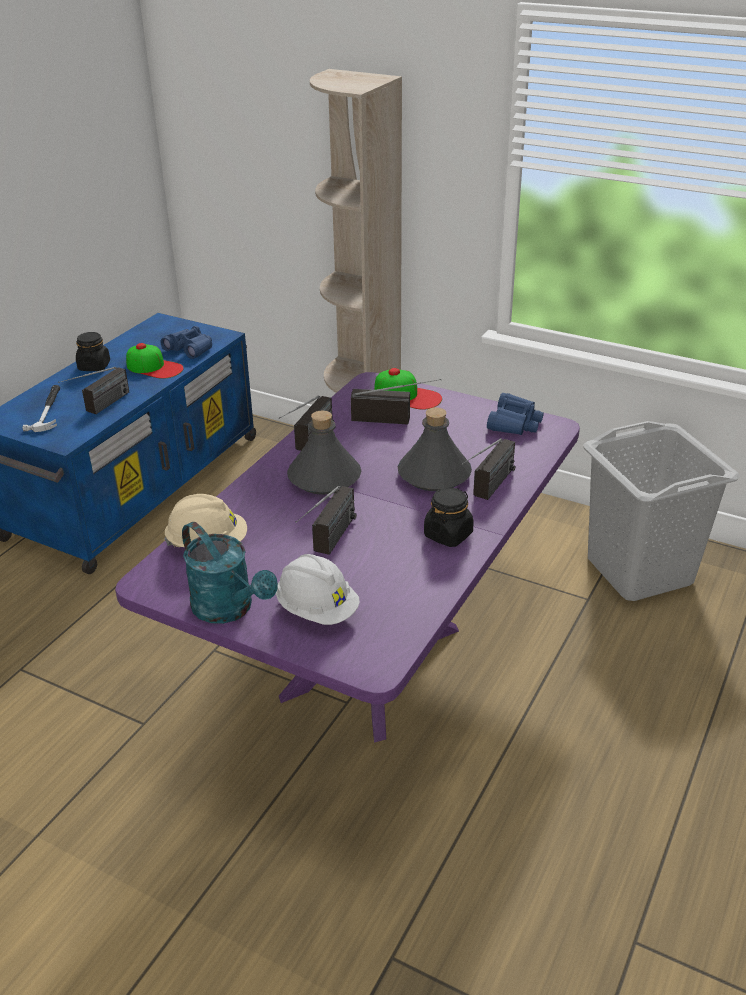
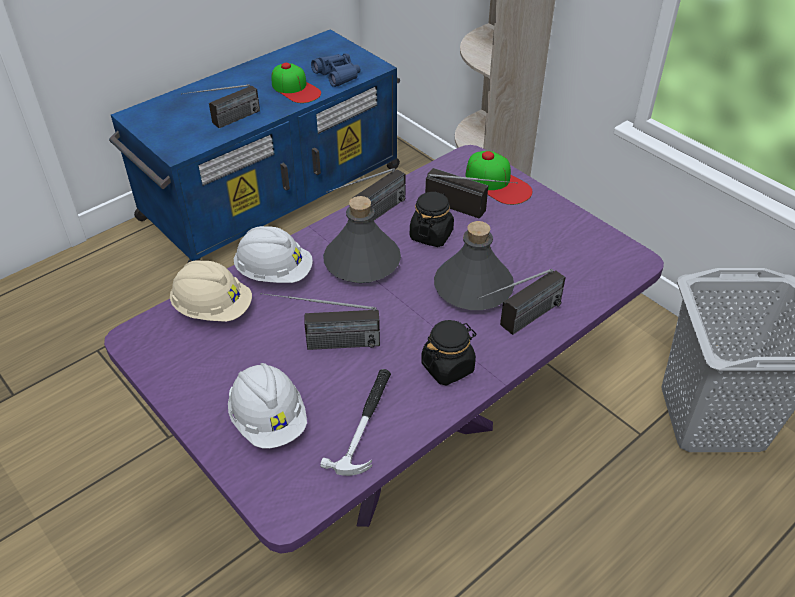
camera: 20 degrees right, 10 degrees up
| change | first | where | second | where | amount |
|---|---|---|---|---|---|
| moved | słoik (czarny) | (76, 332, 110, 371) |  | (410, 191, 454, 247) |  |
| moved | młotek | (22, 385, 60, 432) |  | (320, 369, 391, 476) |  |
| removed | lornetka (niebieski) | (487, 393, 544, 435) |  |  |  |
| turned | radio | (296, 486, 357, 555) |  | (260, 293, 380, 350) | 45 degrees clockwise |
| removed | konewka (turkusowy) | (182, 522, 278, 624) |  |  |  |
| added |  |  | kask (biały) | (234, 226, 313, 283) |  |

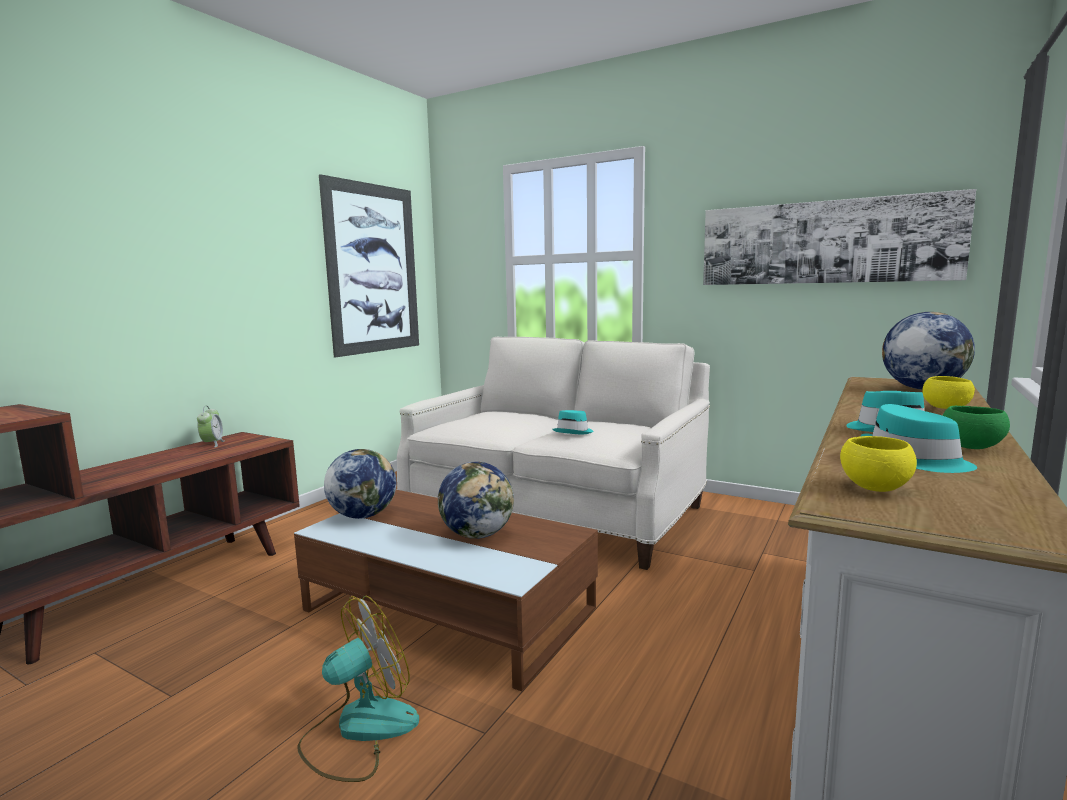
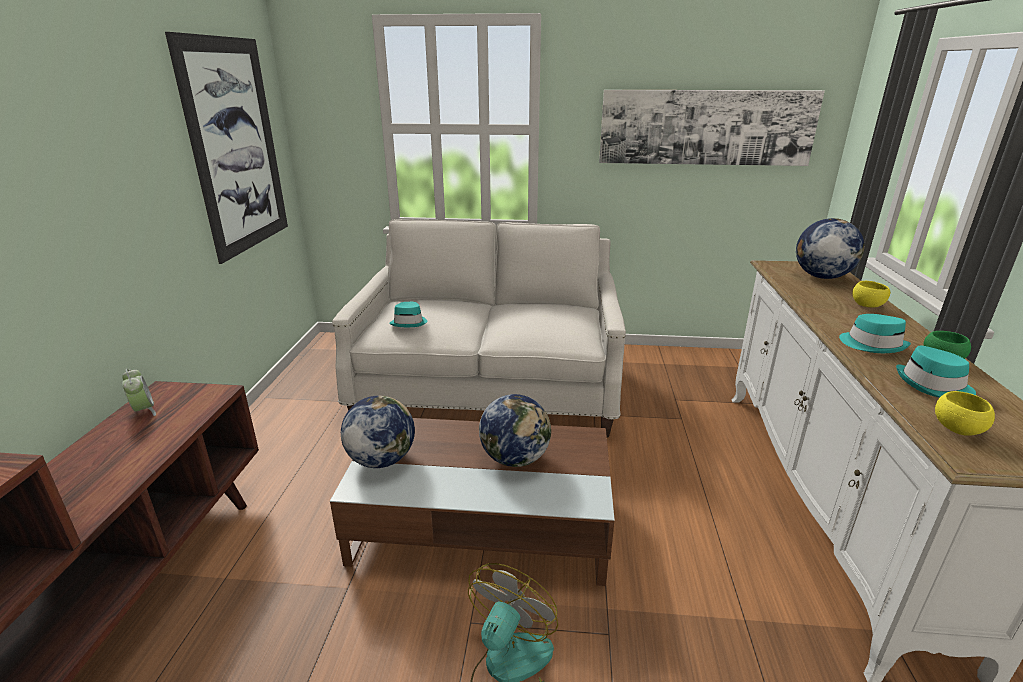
camera: 25 degrees left, 15 degrees up
| change | first | where | second | where | amount |
|---|---|---|---|---|---|
| moved | kapelusz (turkusowy) | (553, 410, 594, 434) |  | (390, 302, 427, 327) |  |

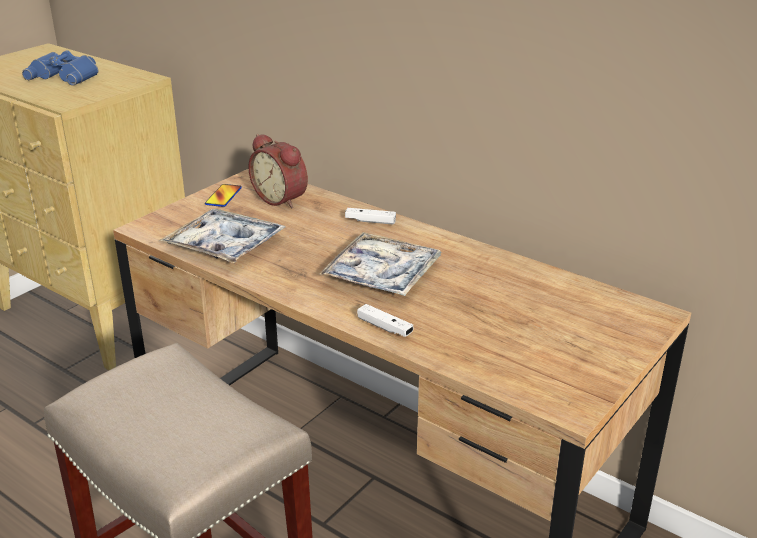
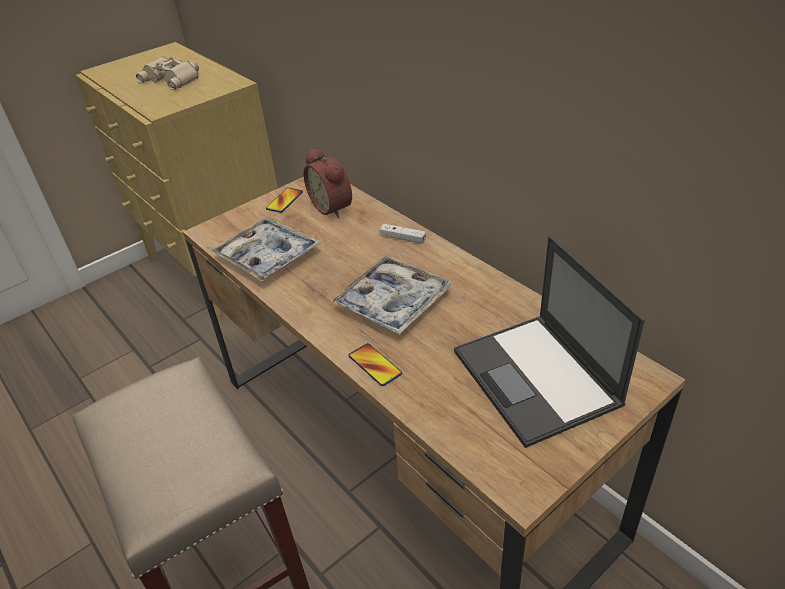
camera: 15 degrees right, 10 degrees up
| change | first | where | second | where | amount |
|---|---|---|---|---|---|
| recoloured | lornetka (niebieski) | (22, 50, 98, 86) | lornetka (beżowy) | (136, 56, 199, 90) |  |
| replaced | pad do gier (biały) | (357, 304, 413, 337) | telefon | (349, 343, 402, 386) |  |
| added |  |  | laptop | (454, 236, 645, 448) |  |

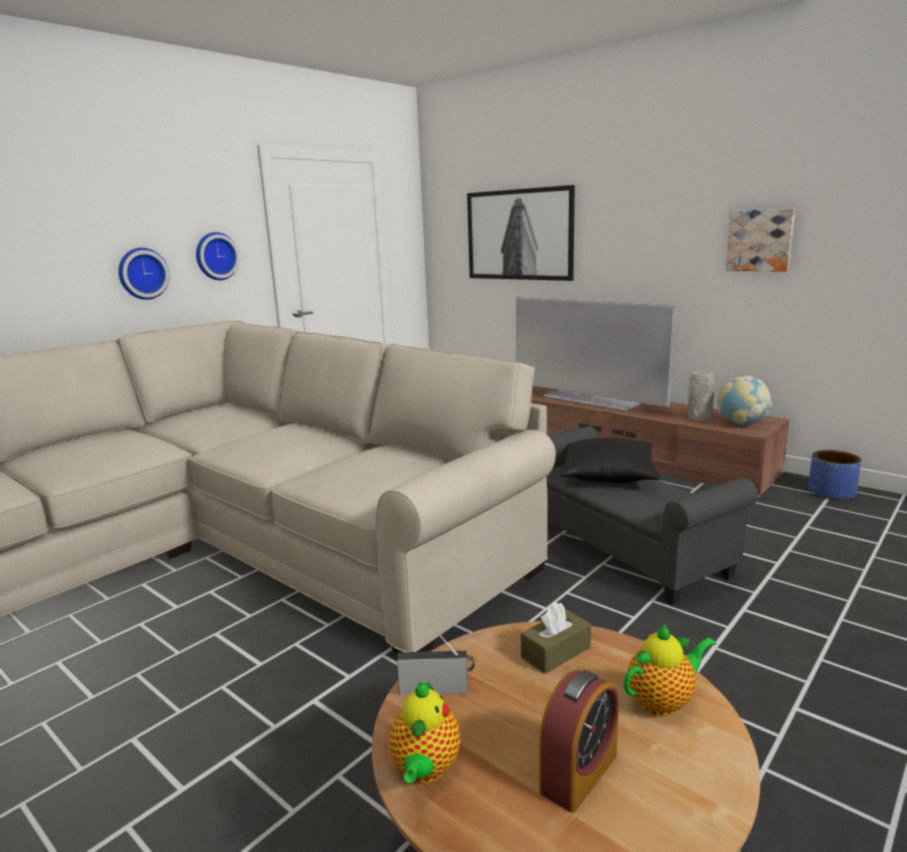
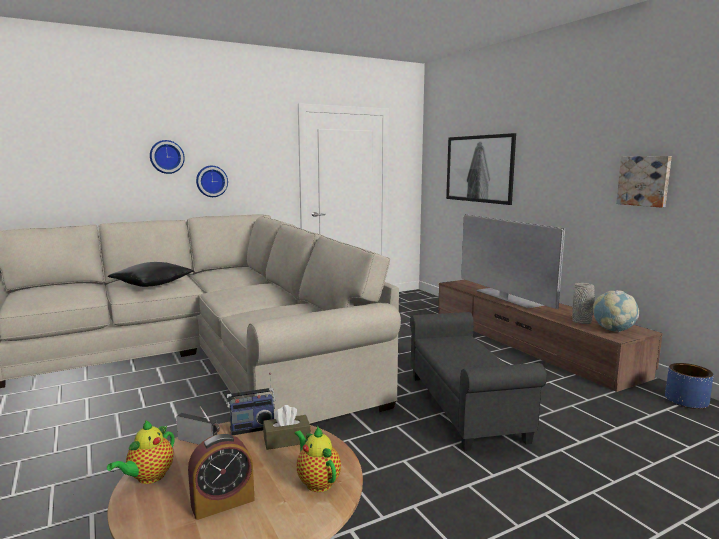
camera: 20 degrees right, 5 degrees down
| change | first | where | second | where | amount |
|---|---|---|---|---|---|
| moved | zegar ścienny | (196, 232, 239, 280) |  | (150, 140, 185, 174) |  |
| moved | poduszka (czarny) | (560, 438, 661, 483) |  | (108, 262, 194, 287) |  |
| turned | imbryk | (624, 624, 716, 716) |  | (294, 425, 341, 492) | 120 degrees counterclockwise |
| added |  |  | radio | (227, 373, 275, 435) |  |

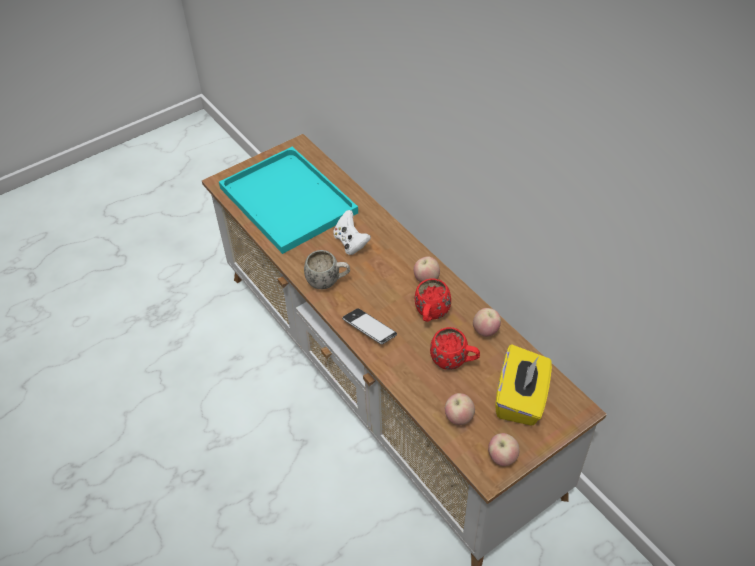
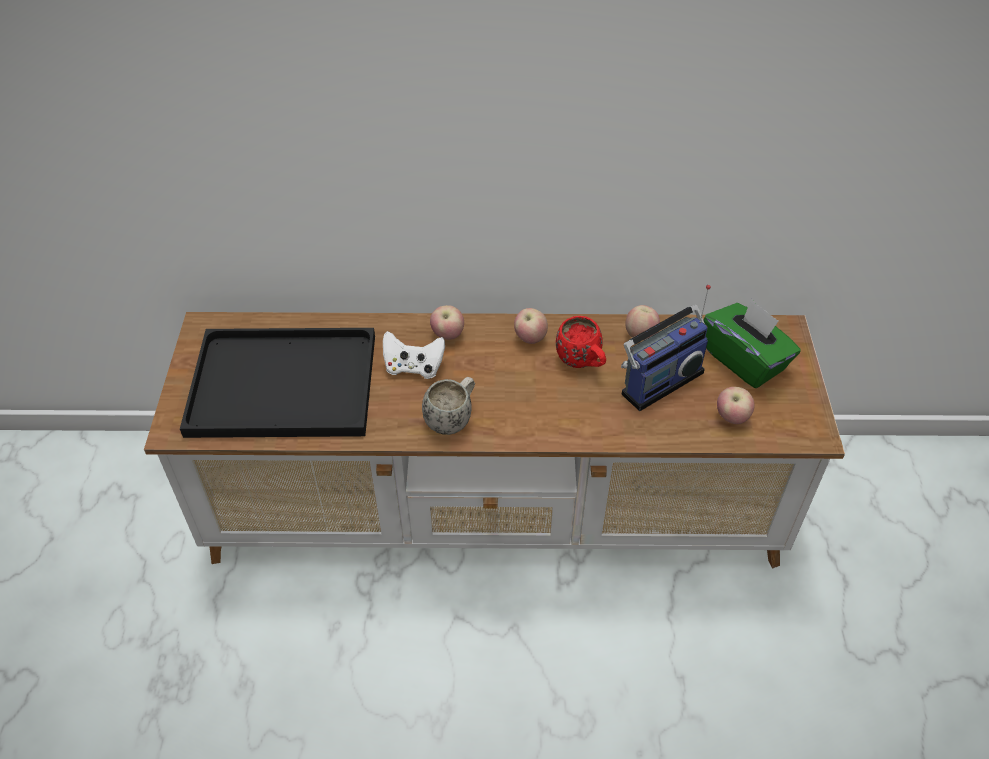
camera: 55 degrees left, 0 degrees up
| change | first | where | second | where | amount |
|---|---|---|---|---|---|
| recoloured | taca (turkusowy) | (219, 147, 358, 254) | taca (czarny) | (180, 328, 375, 438) |  |
| removed | telefon | (342, 308, 397, 344) |  |  |  |
| replaced | kubek (czerwony) | (430, 327, 480, 370) | radio | (621, 285, 711, 411) |  |
| recoloured | pudełko chusteczek (żółty) | (495, 344, 552, 426) | pudełko chusteczek (zielony) | (703, 299, 800, 388) |  |
| moved | jabłko | (488, 433, 520, 466) |  | (430, 305, 464, 340) |  |

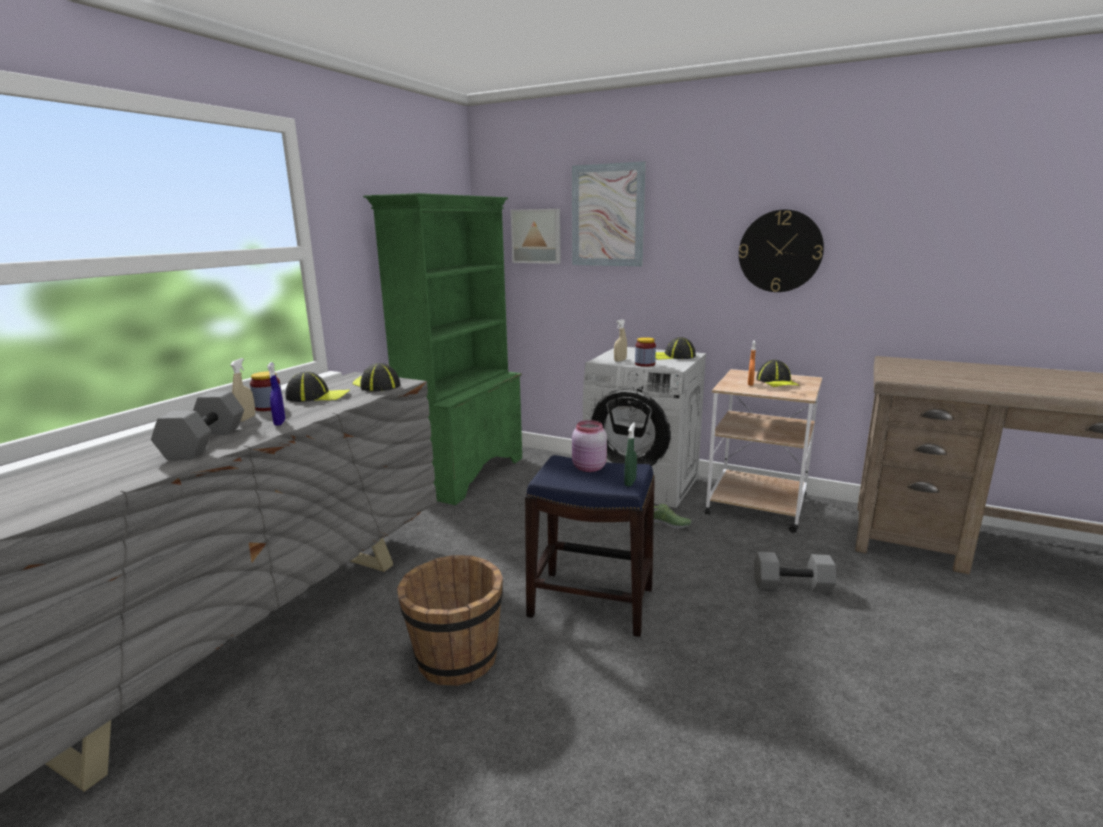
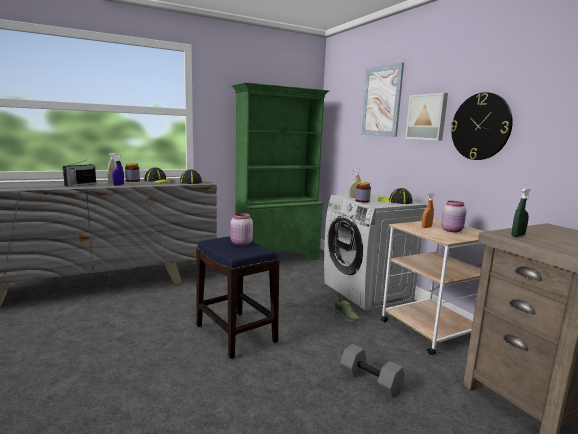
camera: 35 degrees right, 5 degrees down
| change | first | where | second | where | amount |
|---|---|---|---|---|---|
| moved | obraz | (511, 209, 561, 264) |  | (405, 93, 448, 141) |  |
| replaced | czapka z daszkiem | (756, 360, 800, 387) | słoik (różowy) | (441, 201, 466, 232) |  |
| replaced | hantel (szary) | (151, 391, 244, 460) | radio | (62, 160, 96, 187) |  |
| moved | spryskiwacz (zielony) | (624, 422, 637, 487) |  | (512, 188, 531, 237) |  |
| removed | wiadro (brązowy) | (397, 555, 503, 686) |  |  |  |

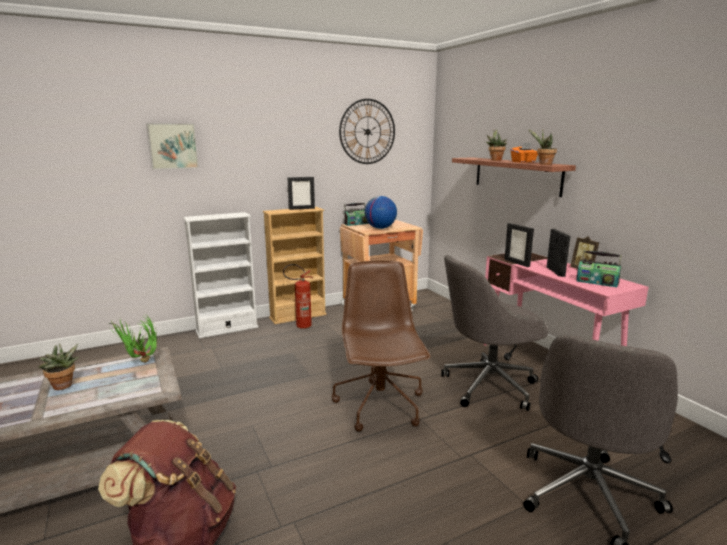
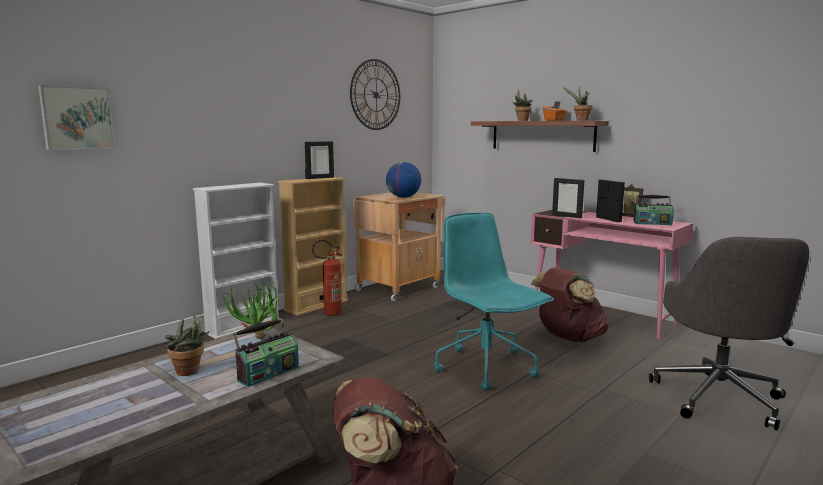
camera: 20 degrees left, 5 degrees down
| change | first | where | second | where | amount |
|---|---|---|---|---|---|
| moved | obraz | (146, 123, 199, 170) |  | (38, 85, 115, 150) |  |
| moved | radio | (344, 203, 369, 226) |  | (233, 318, 299, 387) |  |
| replaced | krzesło biurowe (szary) | (441, 255, 548, 411) | plecak (brązowy) | (531, 268, 608, 342) |  |
| recoloured | krzesło biurowe (brązowy) | (332, 261, 431, 432) | krzesło biurowe (turkusowy) | (434, 213, 554, 391) |  |

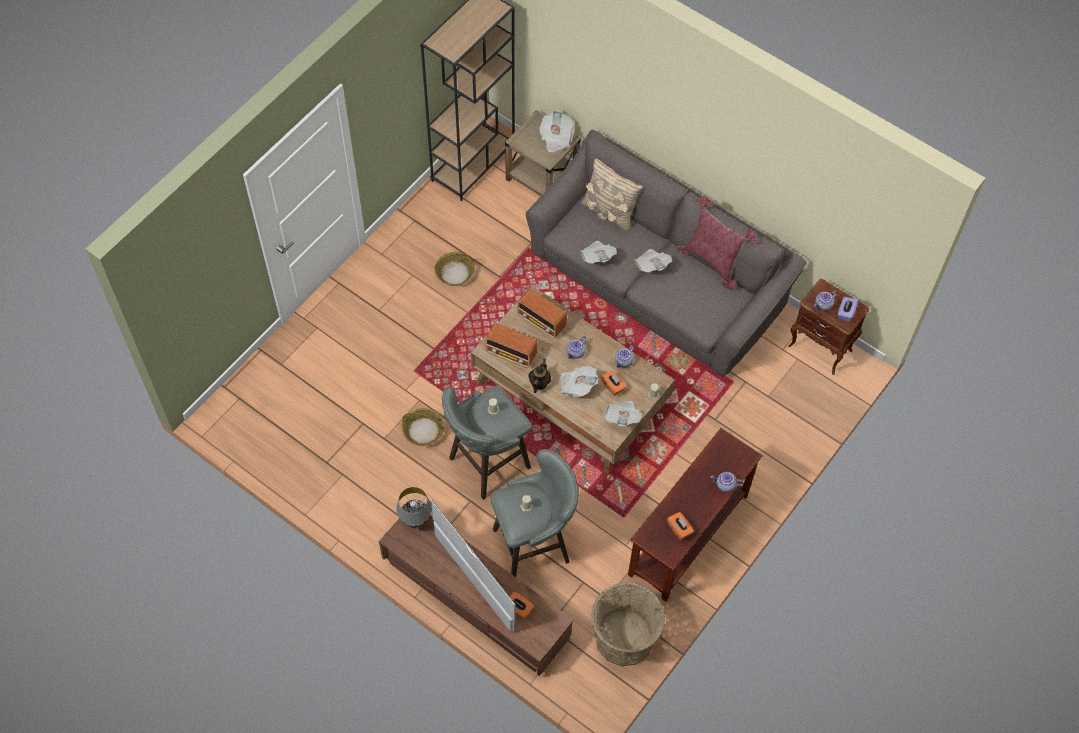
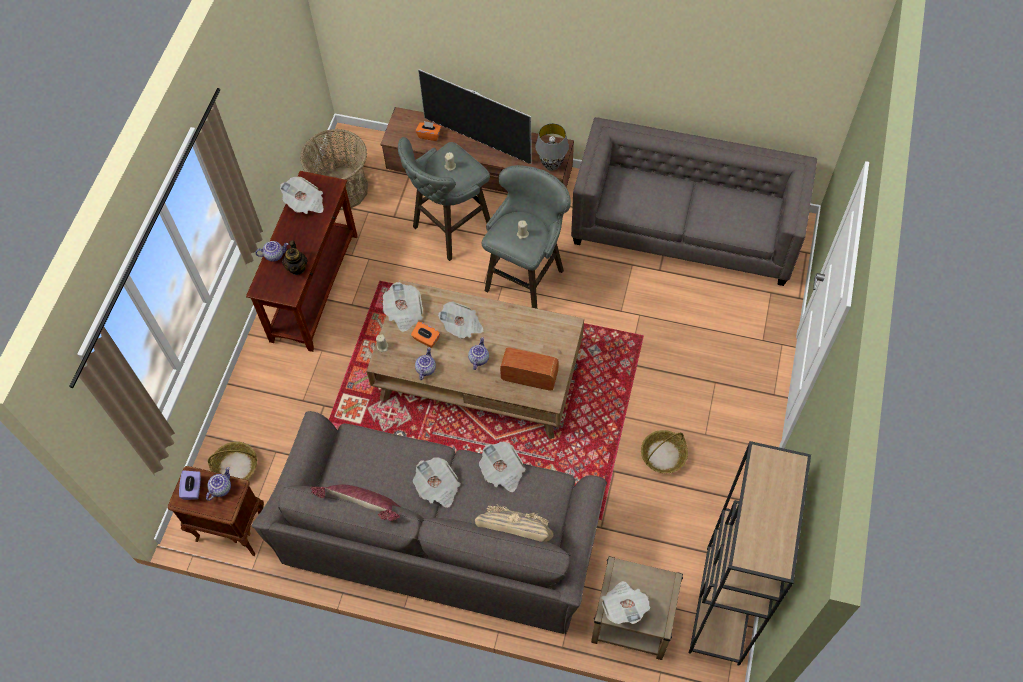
camera: 160 degrees right, 0 degrees up
| change | first | where | second | where | amount |
|---|---|---|---|---|---|
| removed | radio | (485, 323, 537, 368) |  |  |  |
| moved | imbryk | (528, 359, 551, 393) |  | (282, 240, 308, 275) |  |
| moved | koszyk | (402, 408, 444, 446) |  | (208, 442, 257, 480) |  |
| replaced | pudełko chusteczek (pomarańczowy) | (667, 512, 694, 540) | gazeta | (280, 176, 323, 214) |  |
| added |  |  | kanapa (szary) | (571, 117, 817, 286) |  |

